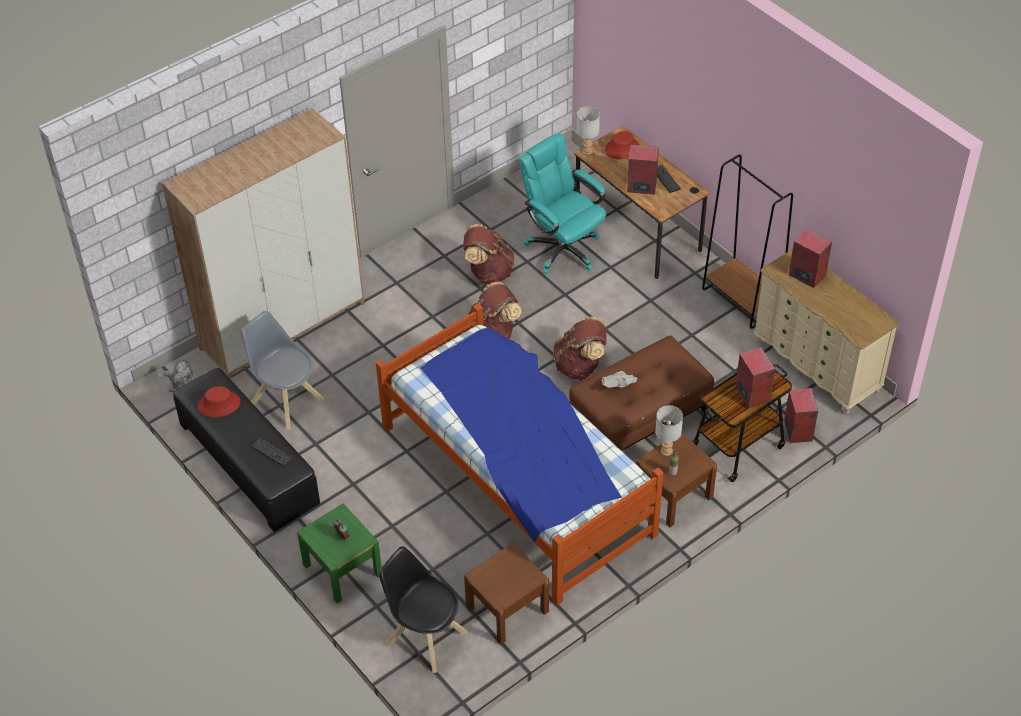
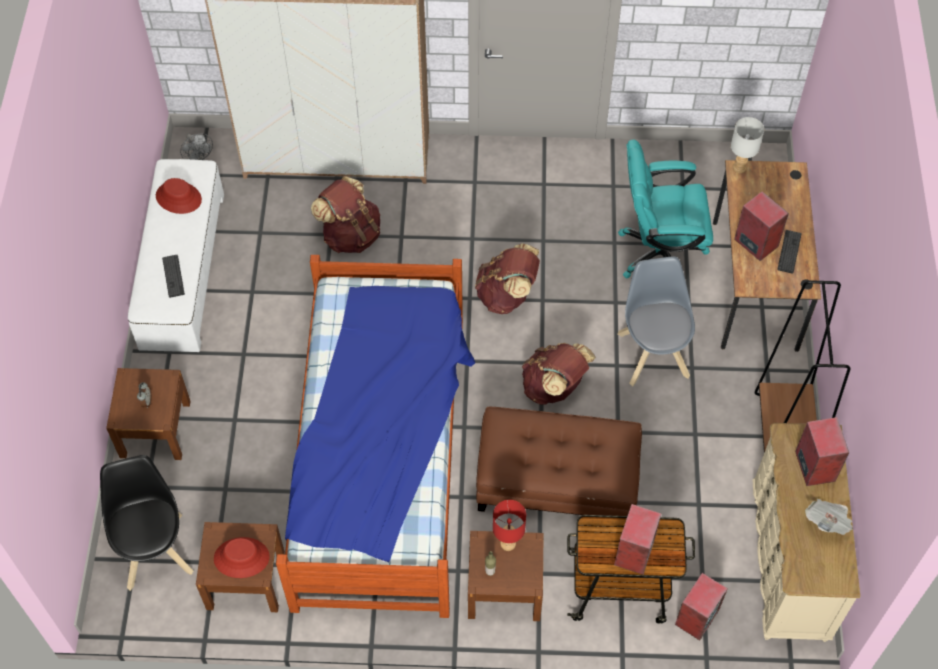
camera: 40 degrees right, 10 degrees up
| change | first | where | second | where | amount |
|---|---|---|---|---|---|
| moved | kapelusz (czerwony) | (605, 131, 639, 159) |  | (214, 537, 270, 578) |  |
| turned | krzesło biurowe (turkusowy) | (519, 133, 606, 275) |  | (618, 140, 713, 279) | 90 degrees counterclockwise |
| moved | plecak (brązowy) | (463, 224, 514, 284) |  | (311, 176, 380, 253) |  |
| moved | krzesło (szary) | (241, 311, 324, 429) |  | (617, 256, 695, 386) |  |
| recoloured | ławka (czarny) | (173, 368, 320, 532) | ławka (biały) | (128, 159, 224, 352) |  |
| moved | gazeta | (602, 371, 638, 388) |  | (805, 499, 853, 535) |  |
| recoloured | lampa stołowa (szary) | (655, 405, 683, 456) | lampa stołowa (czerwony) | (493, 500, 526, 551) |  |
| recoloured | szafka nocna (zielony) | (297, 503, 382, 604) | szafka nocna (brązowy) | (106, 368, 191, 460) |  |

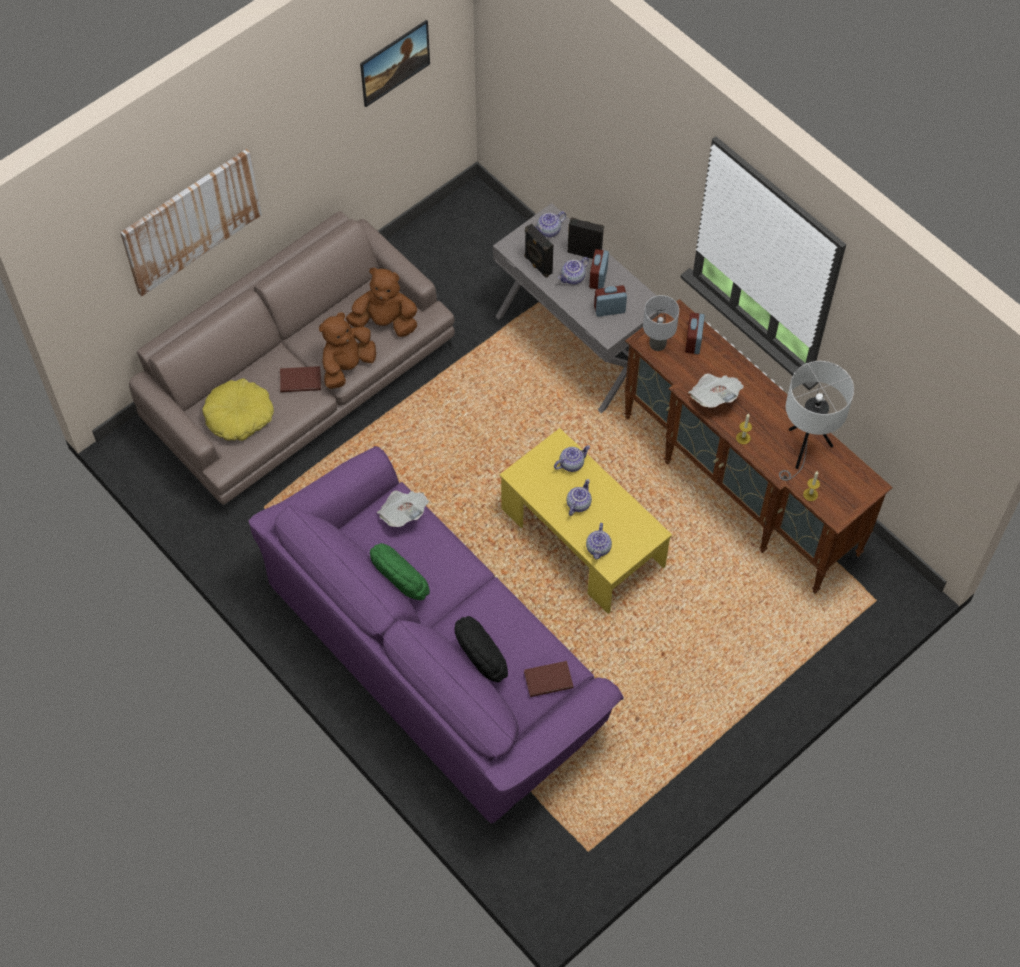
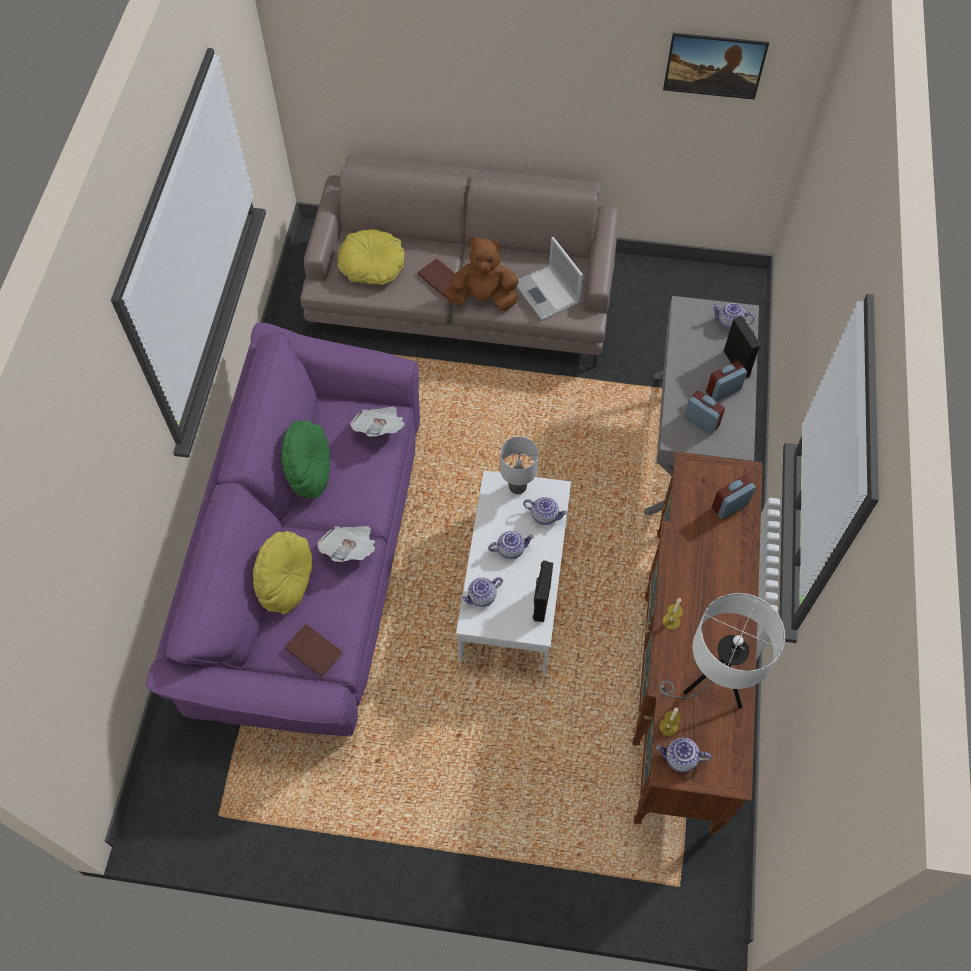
camera: 50 degrees right, 0 degrees up
| change | first | where | second | where | amount |
|---|---|---|---|---|---|
| removed | obraz | (120, 149, 262, 297) |  |  |  |
| moved | głośnik (czarny) | (525, 224, 553, 278) |  | (533, 560, 553, 622) |  |
| moved | imbryk | (558, 257, 589, 284) |  | (656, 738, 711, 772) |  |
| replaced | pluszak (brązowy) | (346, 268, 417, 337) | laptop | (517, 237, 583, 320) |  |
| moved | lampa stołowa (biały) | (643, 295, 679, 351) |  | (500, 437, 539, 494) |  |
| moved | gazeta | (688, 373, 744, 408) |  | (317, 526, 376, 562) |  |
| recoloured | ława (żółty) | (499, 428, 672, 614) | ława (biały) | (456, 471, 571, 673) |  |
| recoloured | poduszka (czarny) | (455, 616, 508, 682) | poduszka (żółty) | (253, 531, 312, 615) |  |

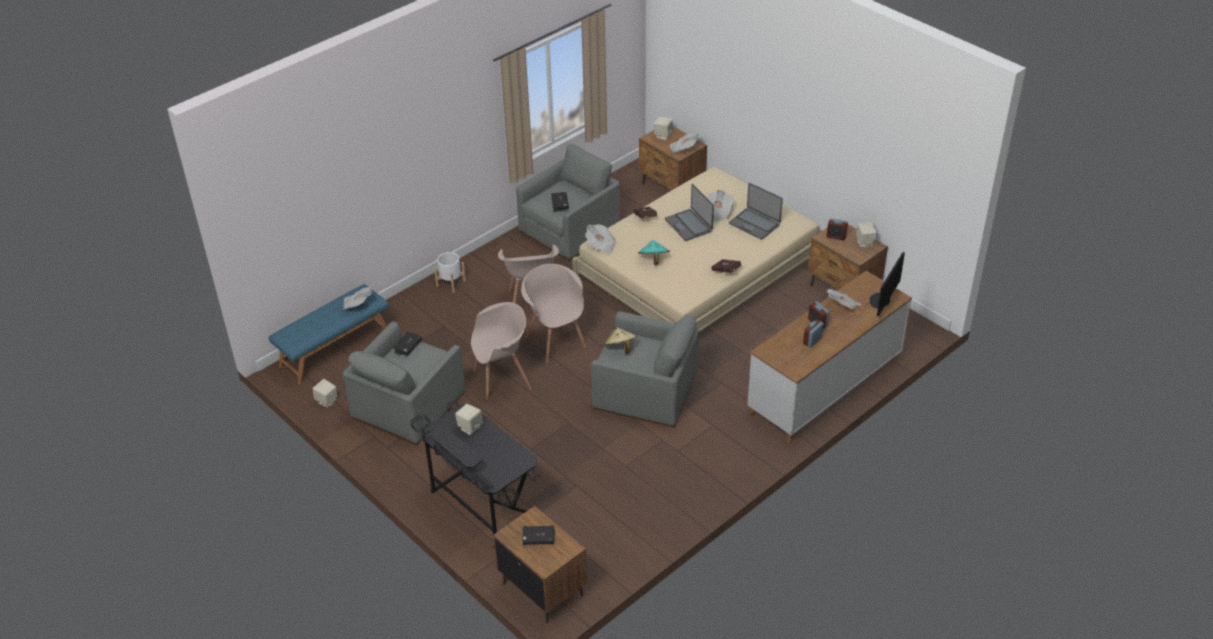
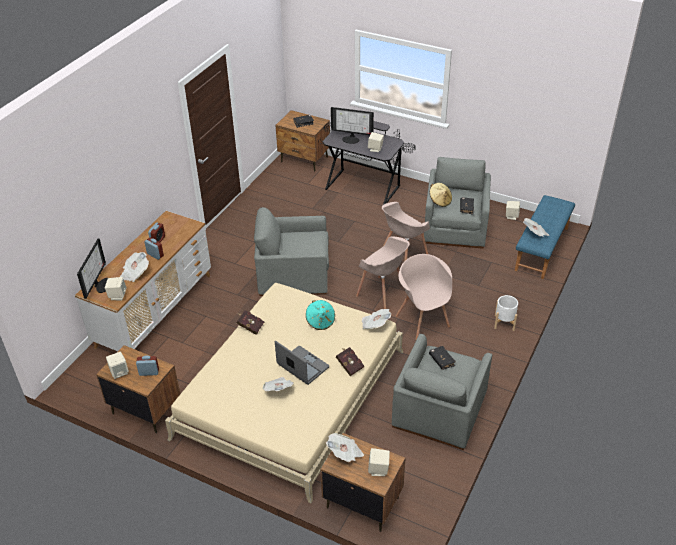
camera: 160 degrees right, 0 degrees up
| change | first | where | second | where | amount |
|---|---|---|---|---|---|
| removed | laptop | (729, 183, 783, 240) |  |  |  |
| moved | kapelusz (beżowy) | (604, 327, 637, 354) |  | (430, 183, 452, 207) |  |
| added |  |  | monitor | (331, 107, 374, 144) |  |
| added |  |  | głośnik (beżowy) | (105, 277, 127, 300) |  |

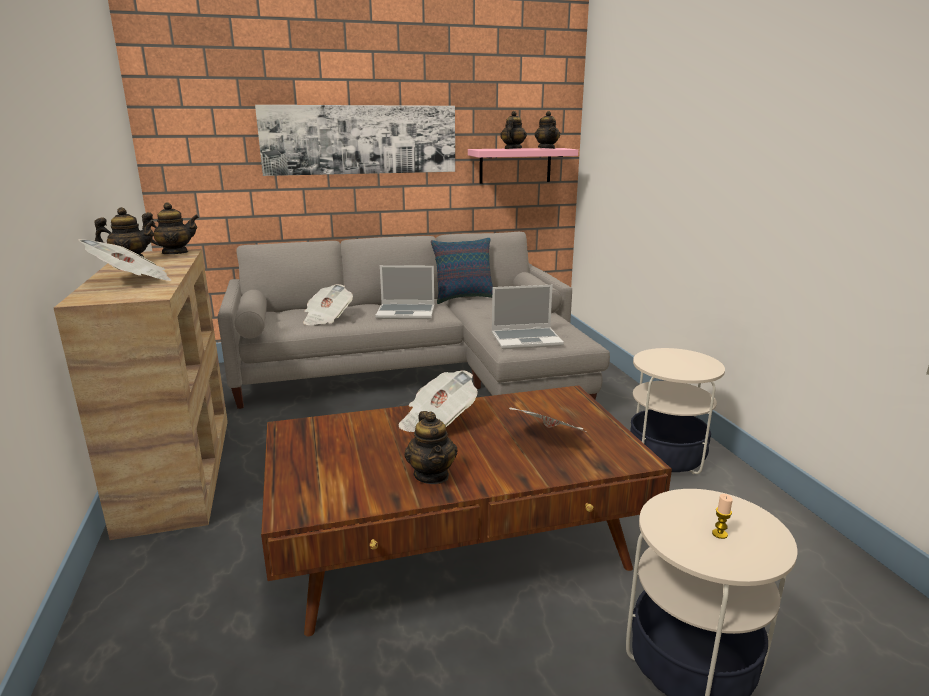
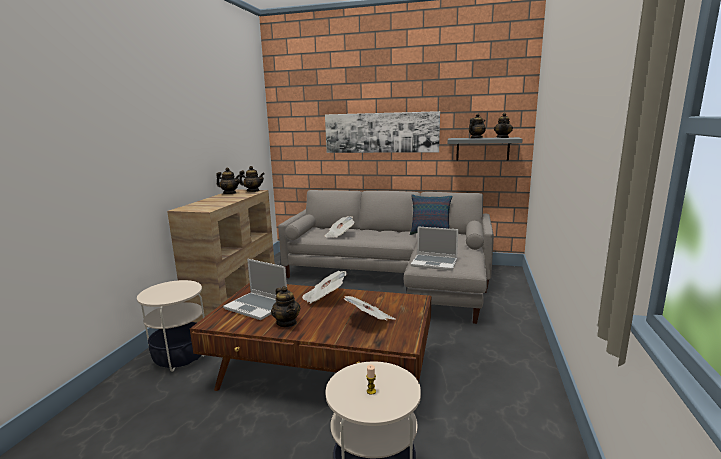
camera: 30 degrees right, 5 degrees down
| change | first | where | second | where | amount |
|---|---|---|---|---|---|
| recoloured | półka (różowy) | (468, 148, 578, 184) | półka (szary) | (447, 137, 523, 160) |  |
| removed | gazeta | (78, 239, 171, 281) |  |  |  |
| moved | laptop | (375, 265, 434, 319) |  | (223, 259, 287, 320) |  |
| moved | stolik (beżowy) | (630, 348, 725, 474) |  | (137, 280, 206, 372) |  |
| turned | imbryk | (404, 411, 457, 484) |  | (271, 286, 300, 327) | 45 degrees counterclockwise |

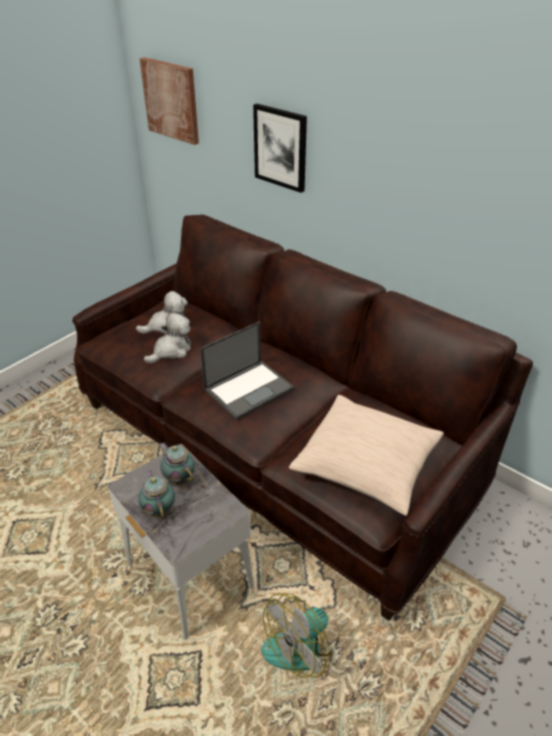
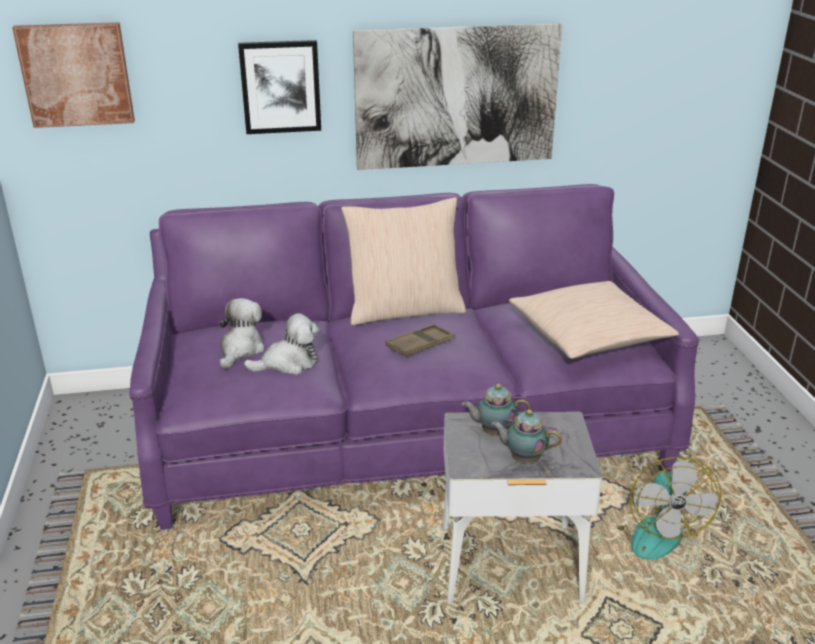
camera: 50 degrees left, 10 degrees down
| change | first | where | second | where | amount |
|---|---|---|---|---|---|
| recoloured | kanapa (brązowy) | (72, 214, 533, 621) | kanapa (fioletowy) | (129, 184, 699, 530) |  |
| turned | pluszak | (144, 313, 191, 364) |  | (244, 313, 319, 375) | 75 degrees clockwise |
| replaced | laptop | (200, 321, 294, 420) | taca (brązowy) | (386, 324, 455, 357) |  |
| added |  |  | obraz | (353, 23, 563, 170) |  |
| added |  |  | poduszka (beżowy) | (341, 197, 466, 325) |  |

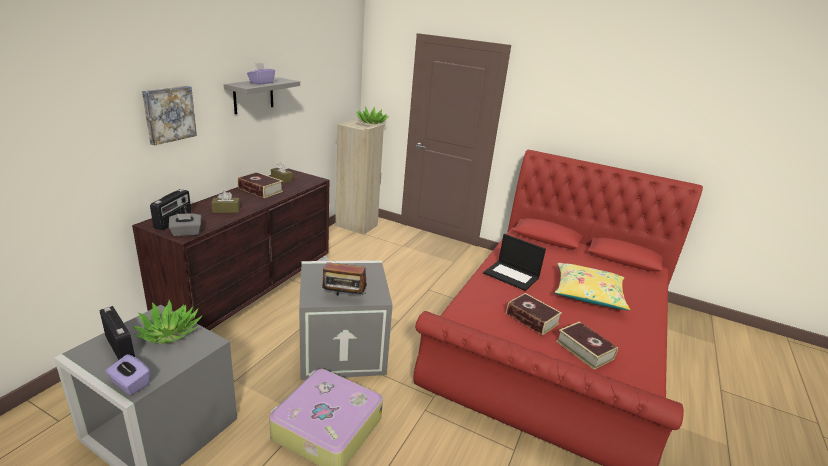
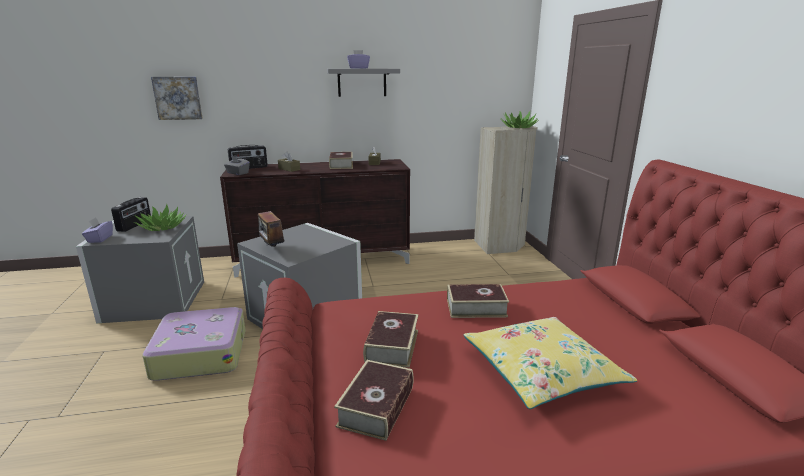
camera: 55 degrees right, 5 degrees down
| change | first | where | second | where | amount |
|---|---|---|---|---|---|
| moved | obraz | (142, 86, 197, 146) |  | (151, 77, 203, 120) |  |
| replaced | laptop | (483, 234, 546, 291) | książka | (447, 284, 509, 318) |  |

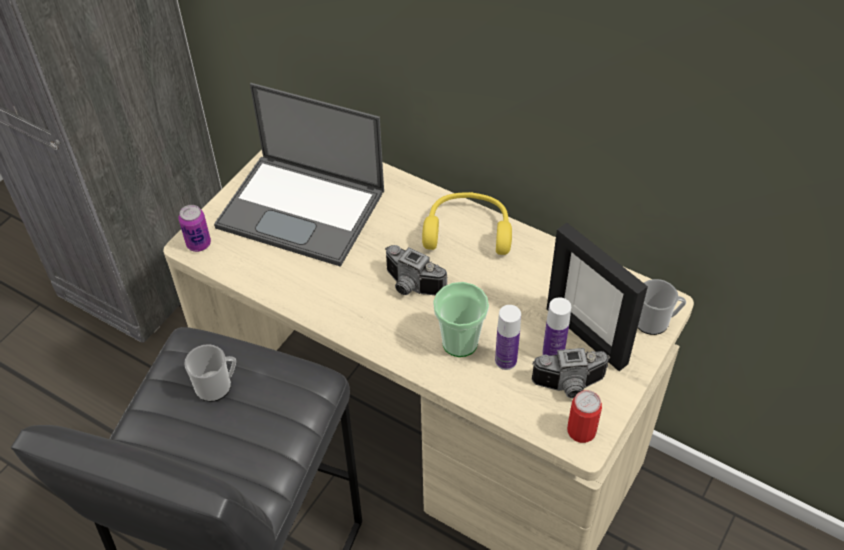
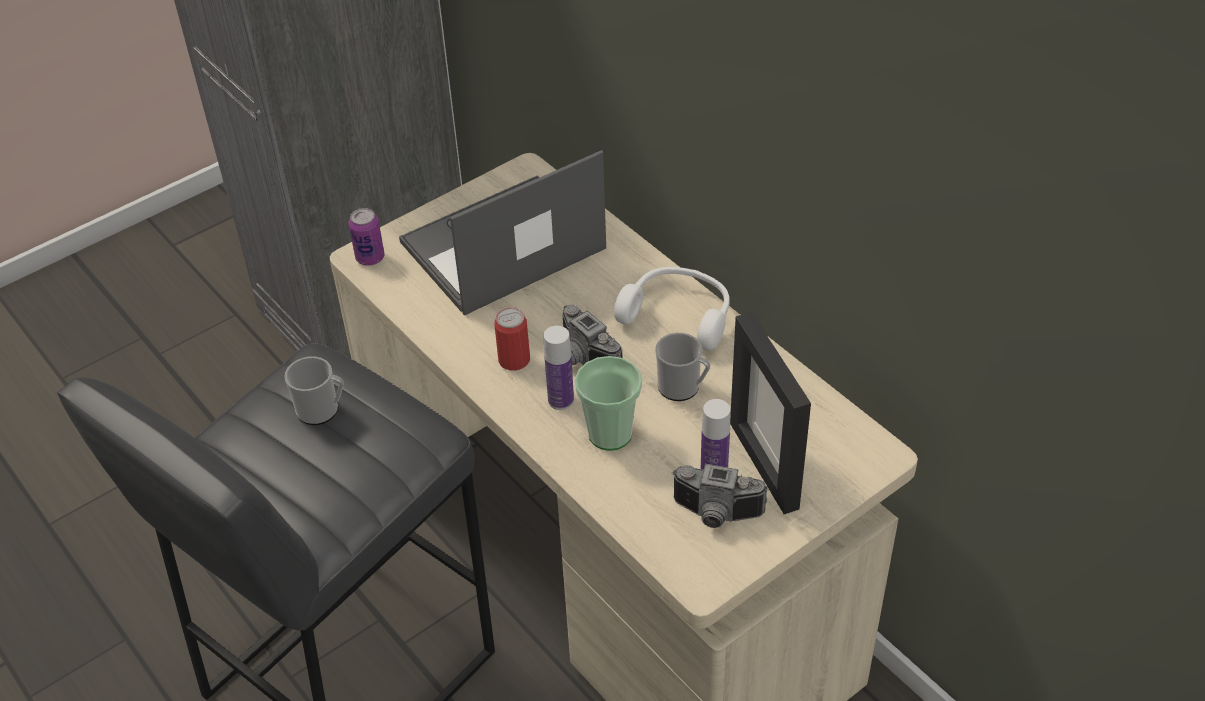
camera: 20 degrees right, 5 degrees down
| change | first | where | second | where | amount |
|---|---|---|---|---|---|
| turned | laptop | (214, 83, 384, 267) |  | (399, 150, 606, 315) | 105 degrees clockwise |
| recoloured | słuchawki (żółty) | (422, 192, 512, 255) | słuchawki (biały) | (614, 267, 730, 351) |  |
| moved | kubek | (638, 279, 686, 335) |  | (655, 333, 710, 401) |  |
| moved | butelka | (495, 305, 521, 370) |  | (544, 326, 574, 410) |  |
| moved | puszka | (567, 390, 602, 443) |  | (494, 307, 530, 371) |  |

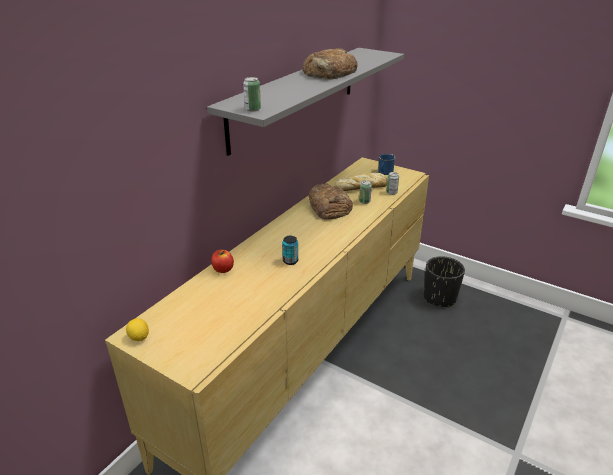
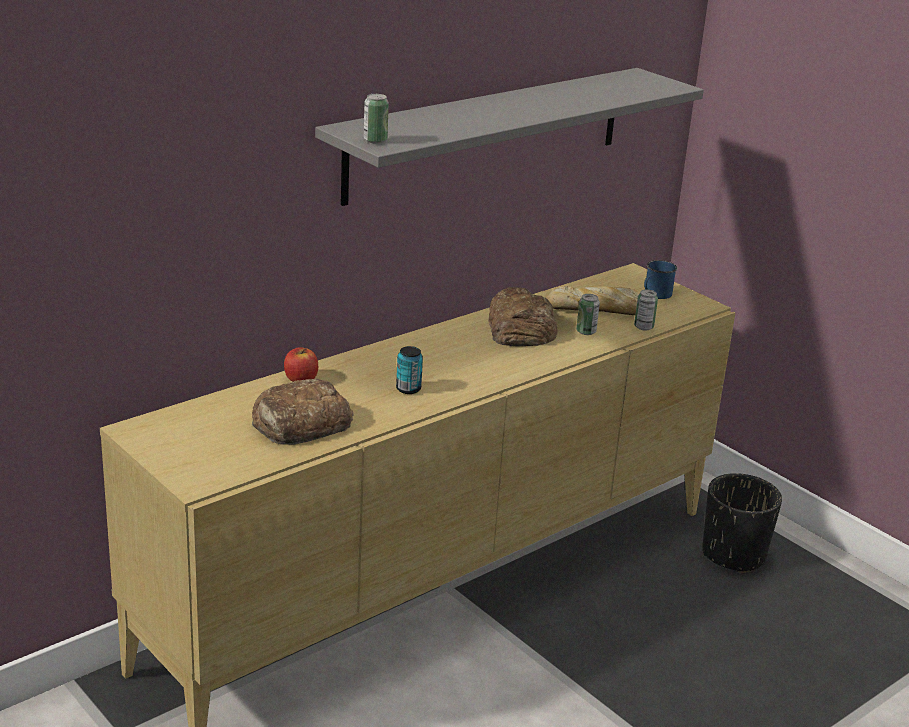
camera: 15 degrees right, 5 degrees down
| change | first | where | second | where | amount |
|---|---|---|---|---|---|
| moved | chleb | (302, 48, 358, 80) |  | (252, 379, 354, 445) |  |
| removed | cytryna | (126, 318, 149, 341) |  |  |  |

